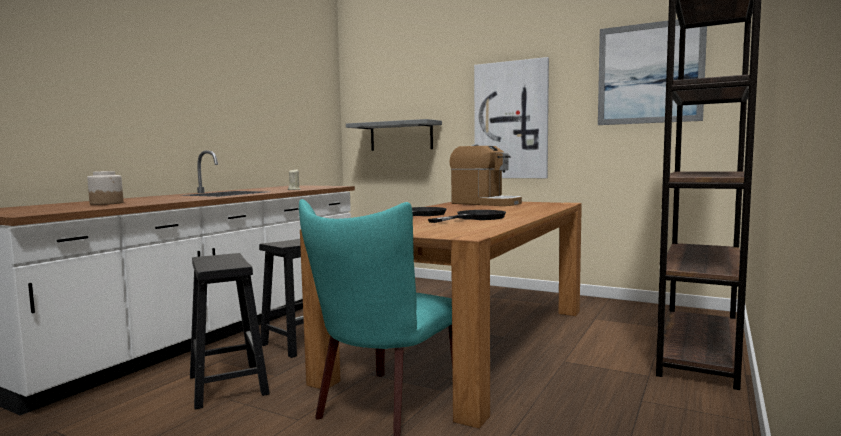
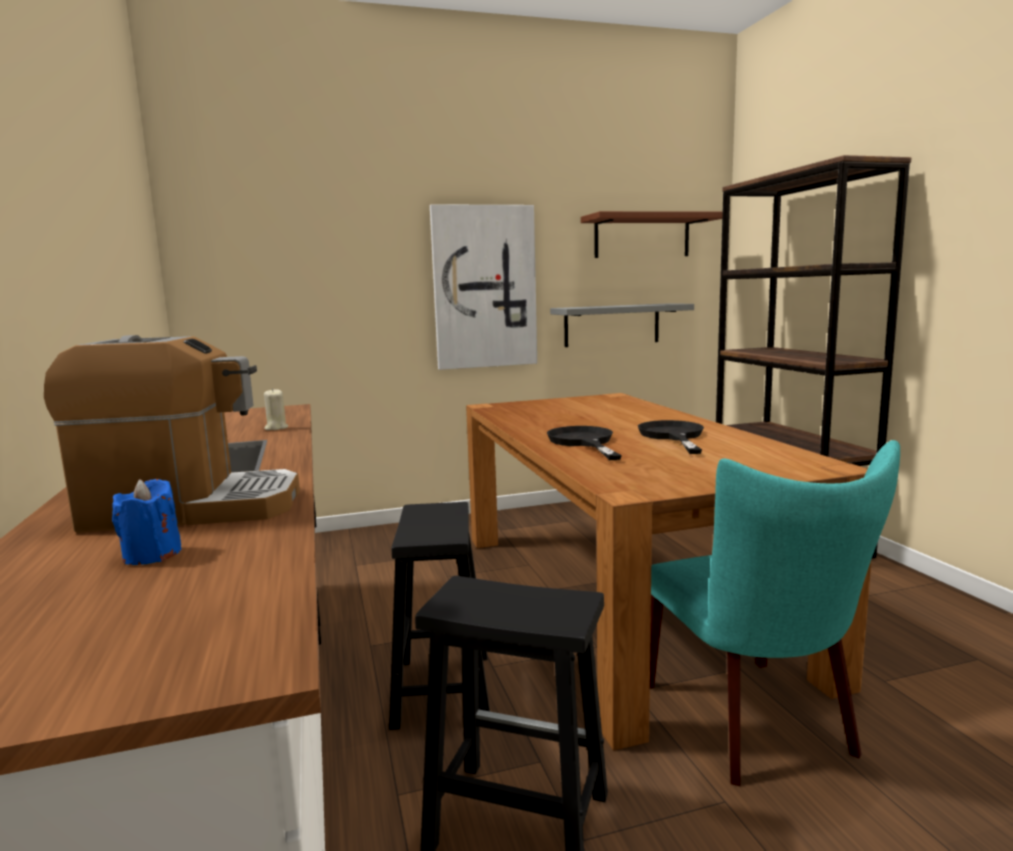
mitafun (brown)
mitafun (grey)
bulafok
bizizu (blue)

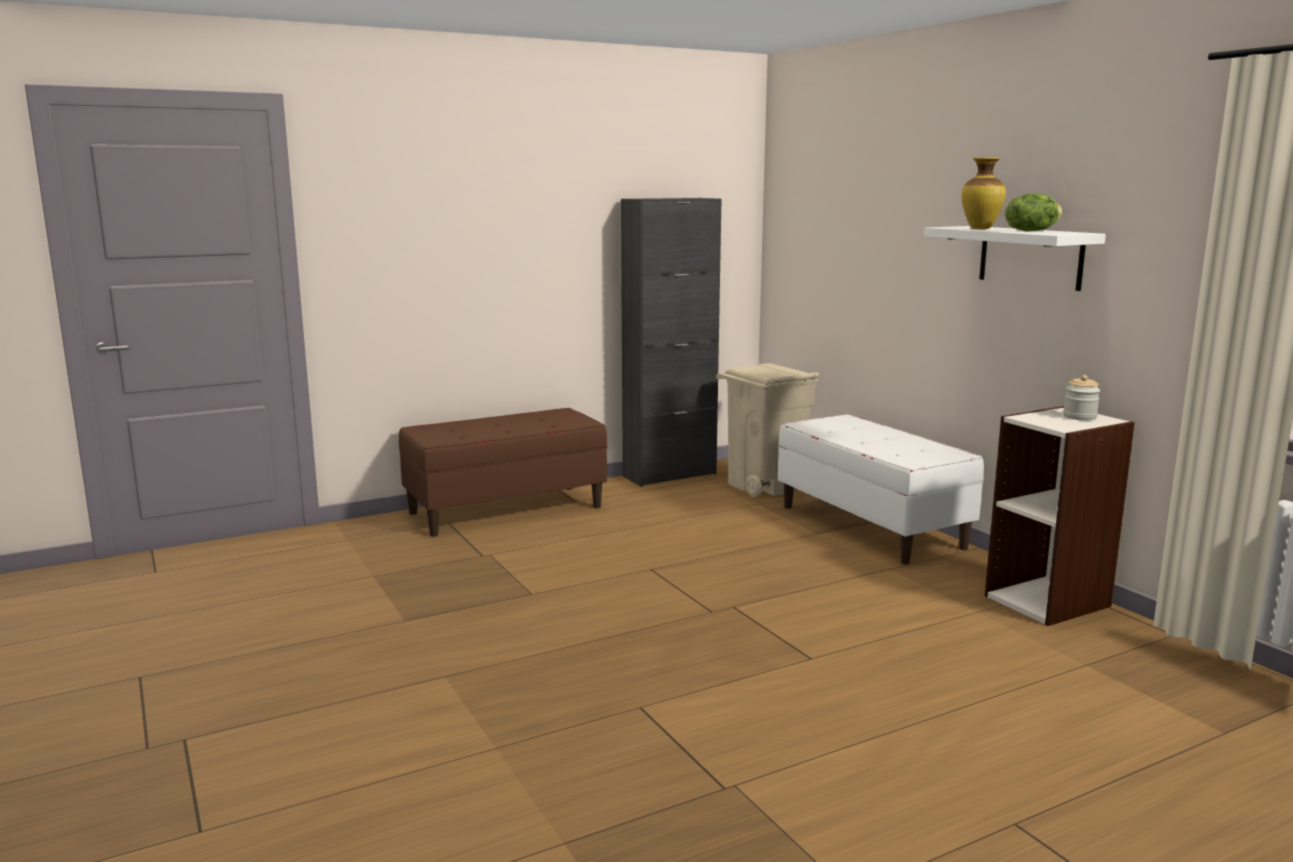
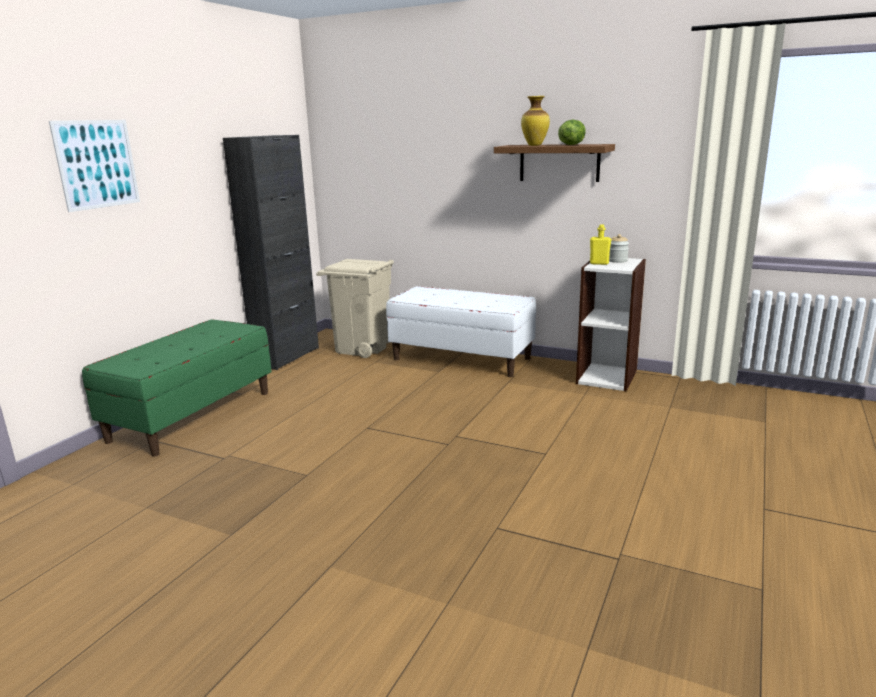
mitafun (brown)
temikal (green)
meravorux
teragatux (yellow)

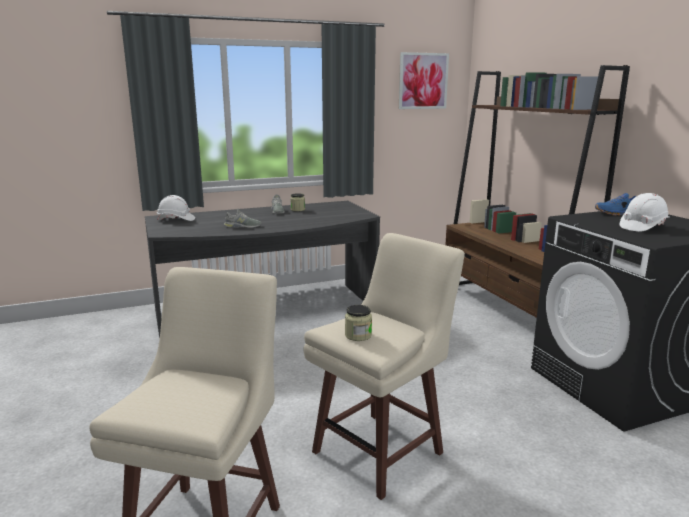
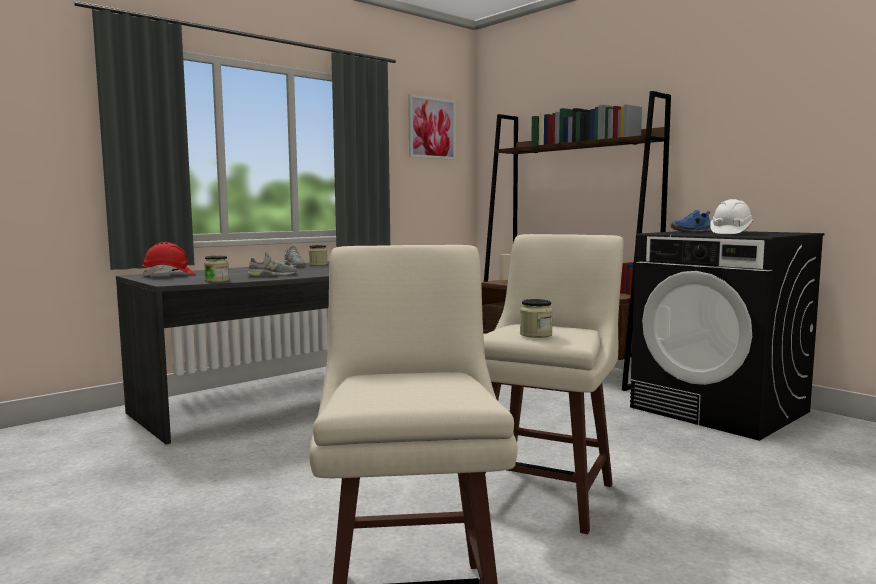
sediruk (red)
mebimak (1st from left)

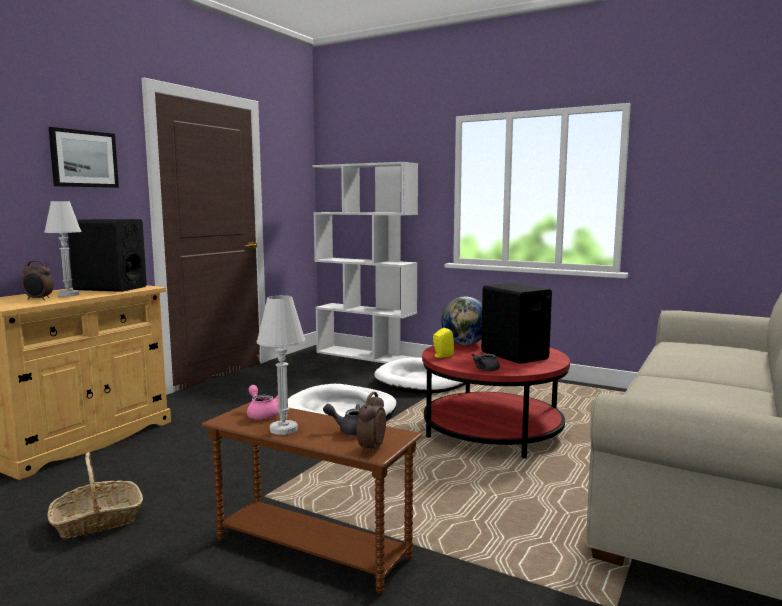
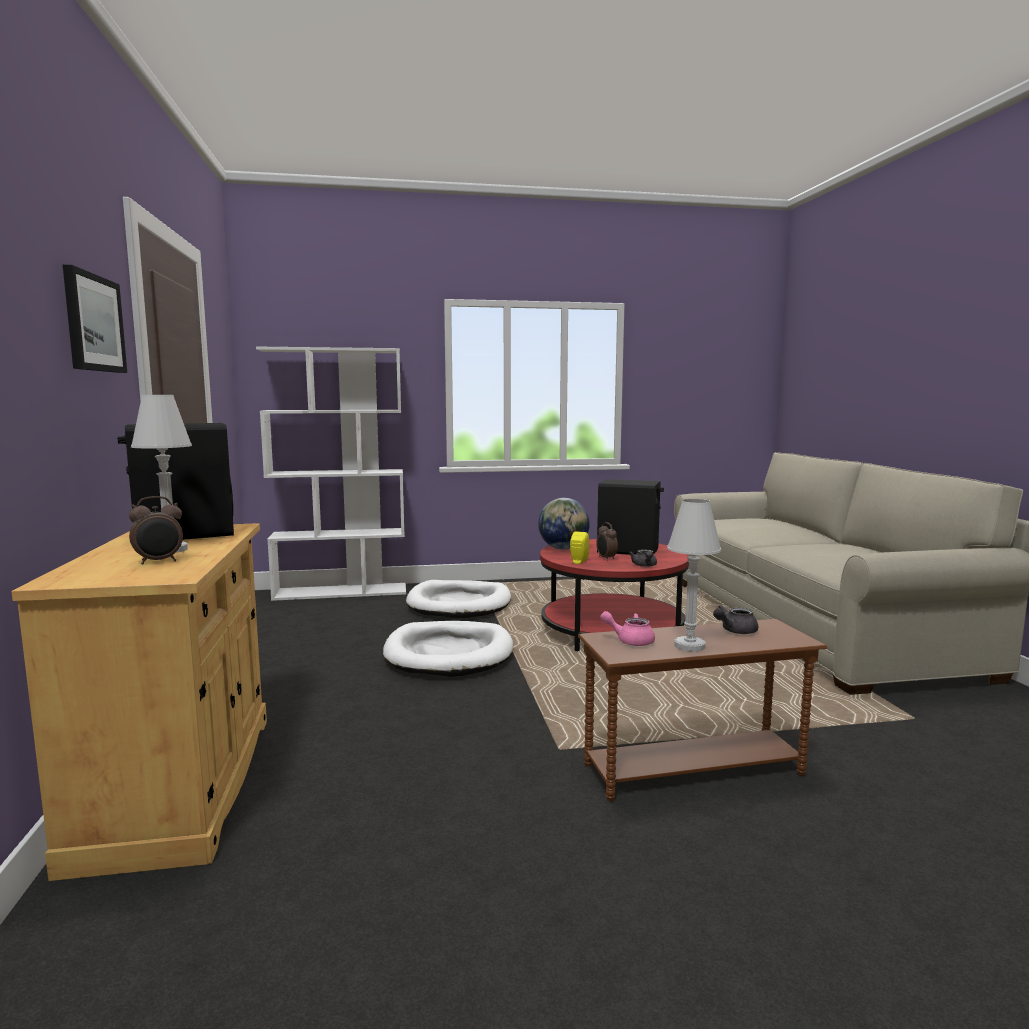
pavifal (2nd from left)
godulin

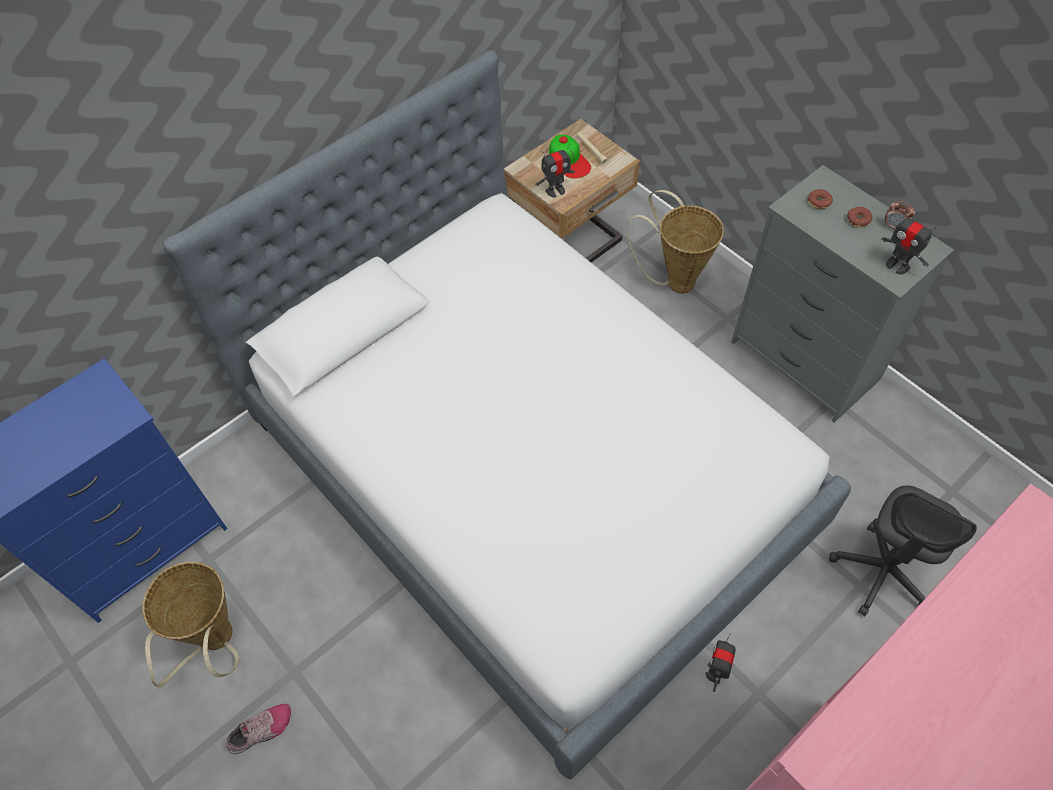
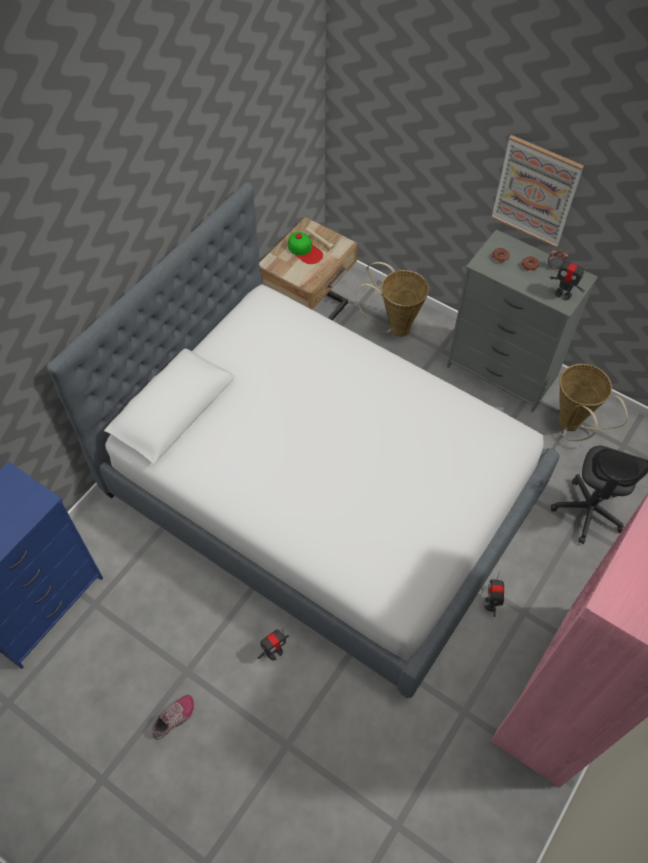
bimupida (1st from left)
godulin (2nd from left)
meravorux

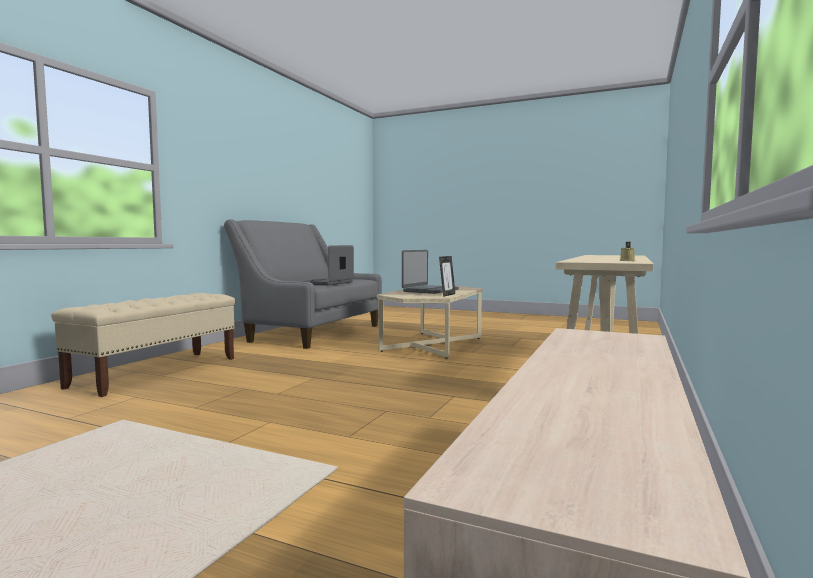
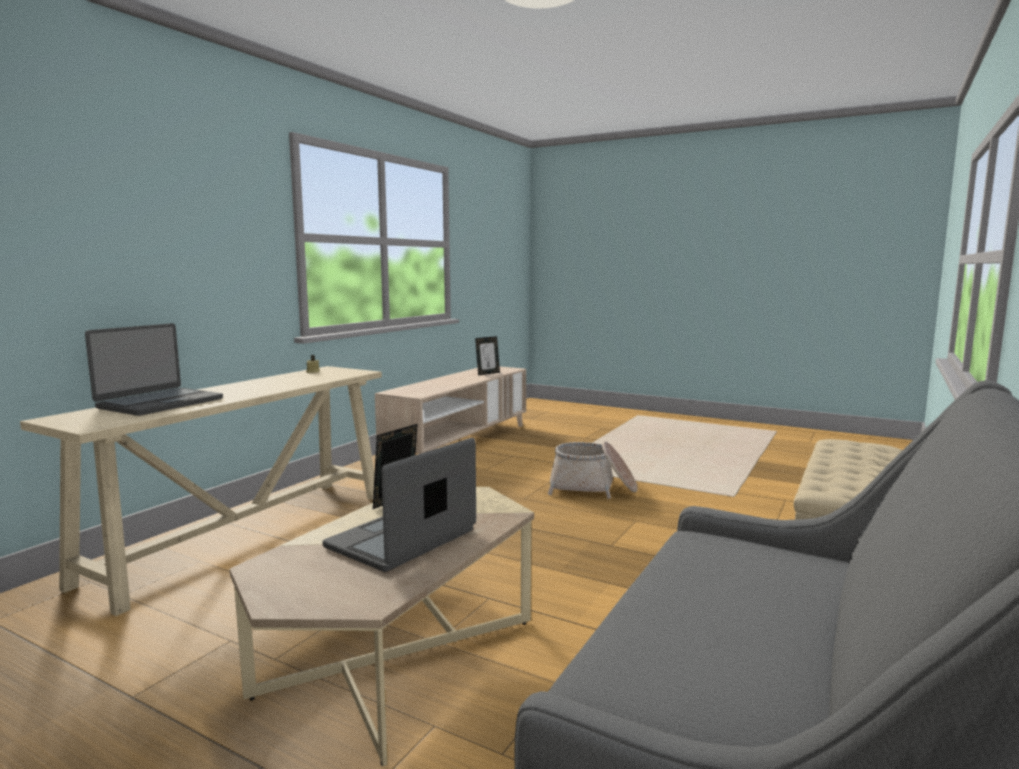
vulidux (1st from left)
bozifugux (2nd from left)
godulin

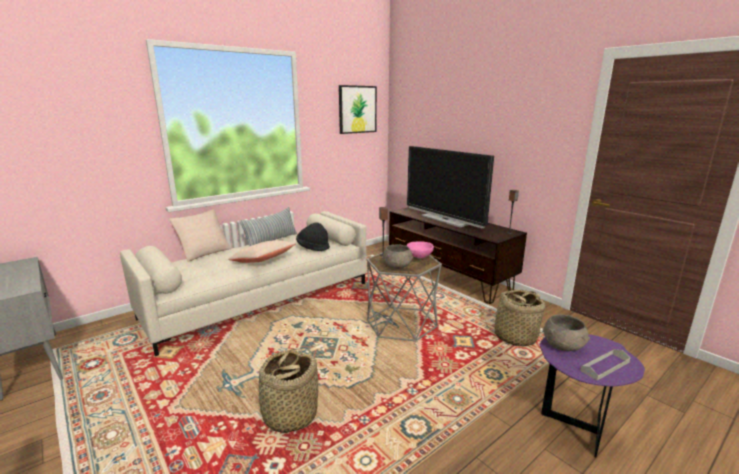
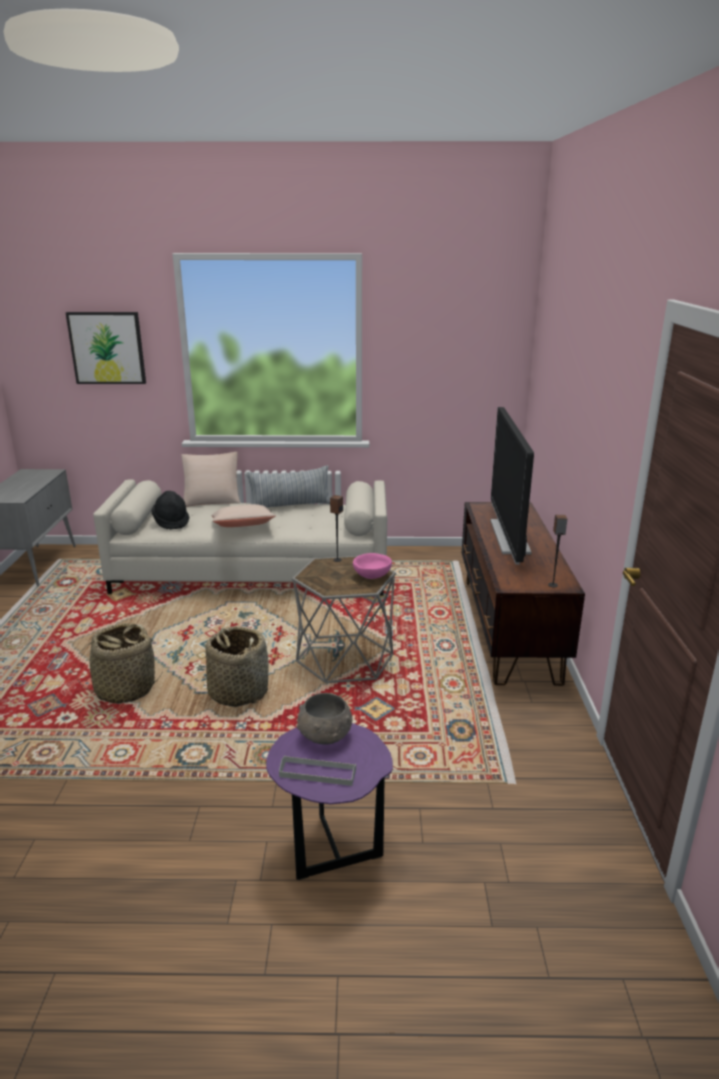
meravorux
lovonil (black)
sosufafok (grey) (1st from left in the first image)
godulin (2nd from left)

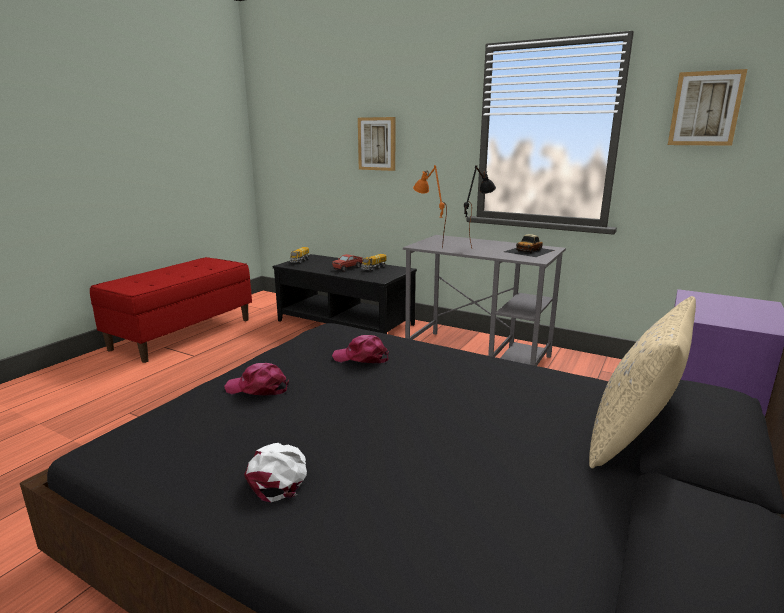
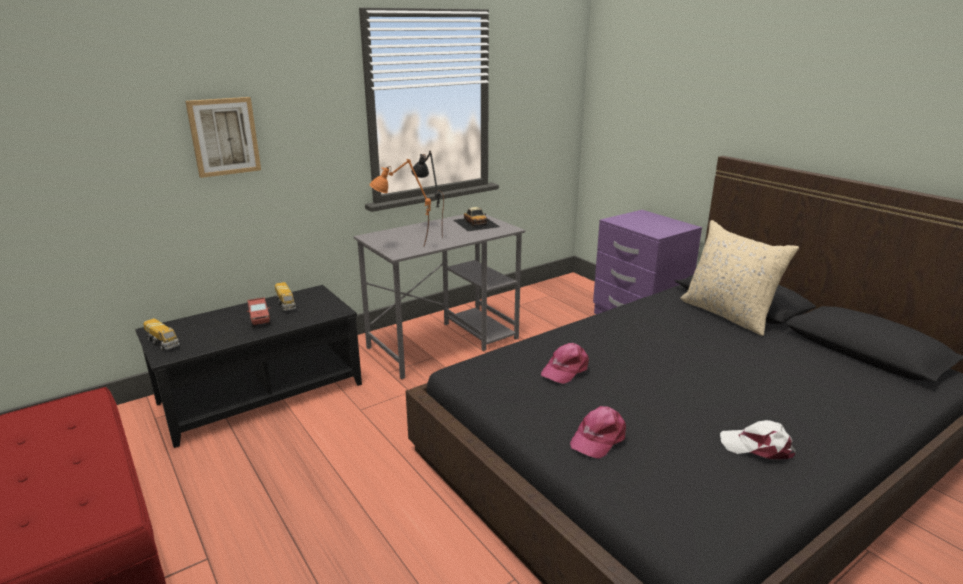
meravorux (2nd from left in the first image)

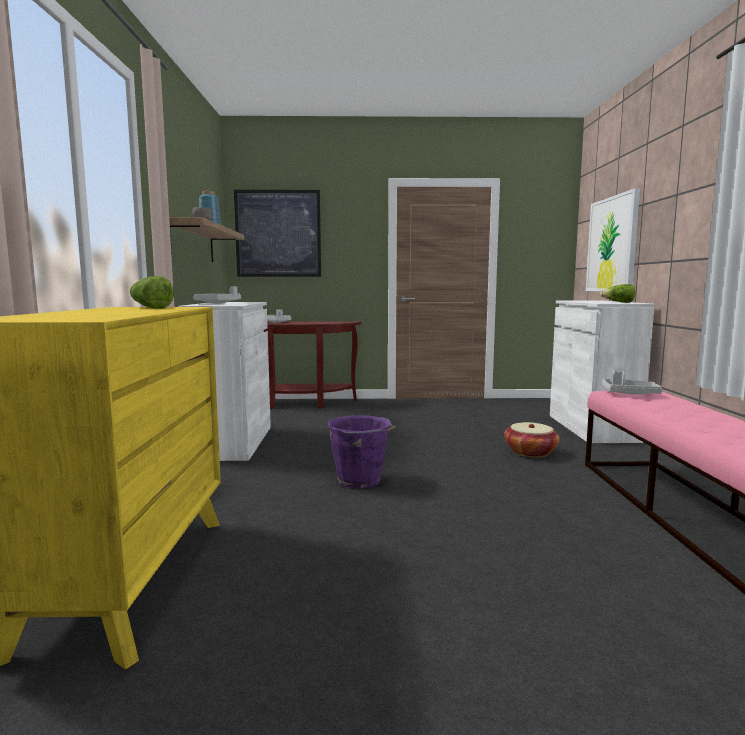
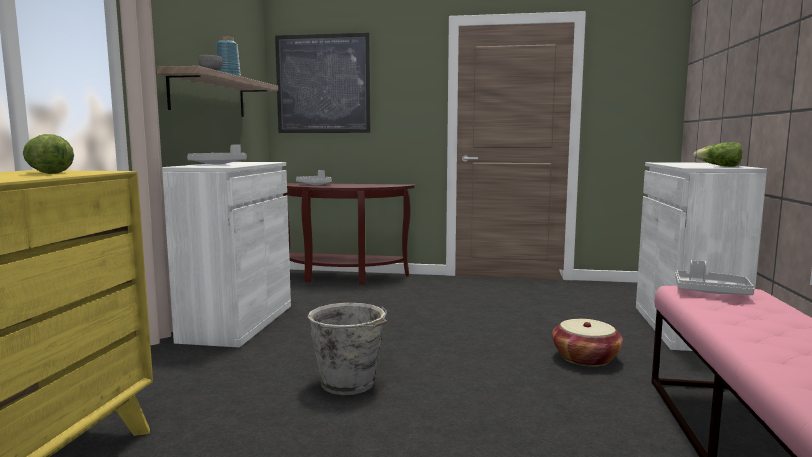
meravorux (2nd from left in the first image)
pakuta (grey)

